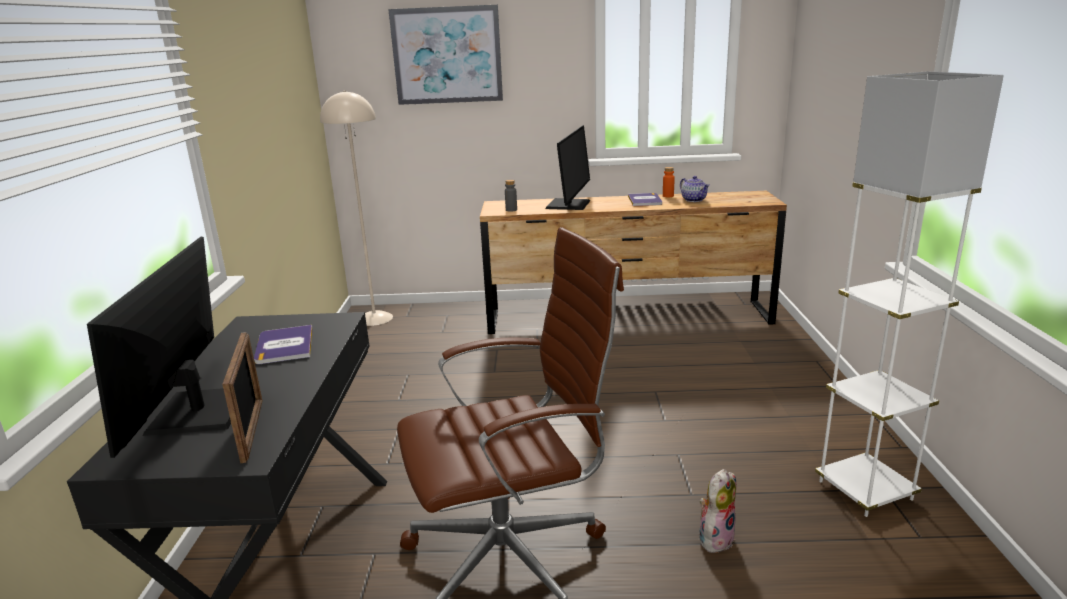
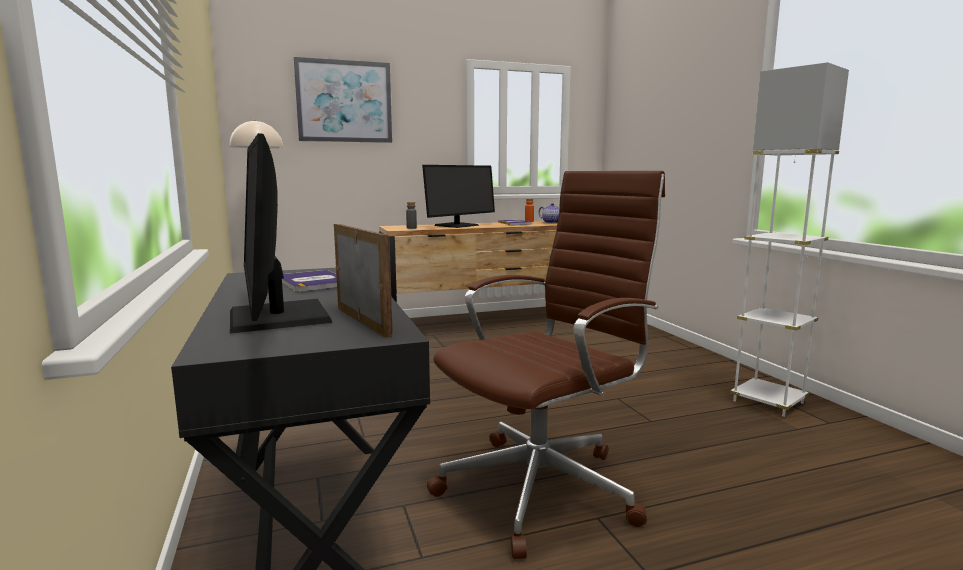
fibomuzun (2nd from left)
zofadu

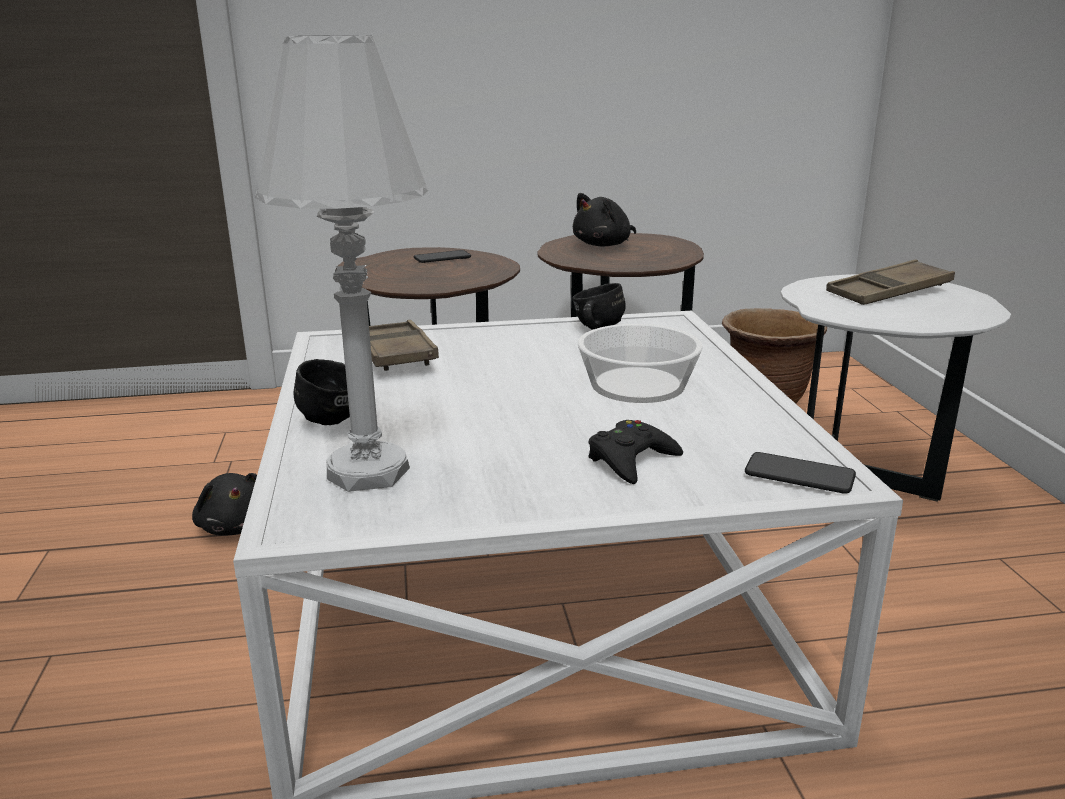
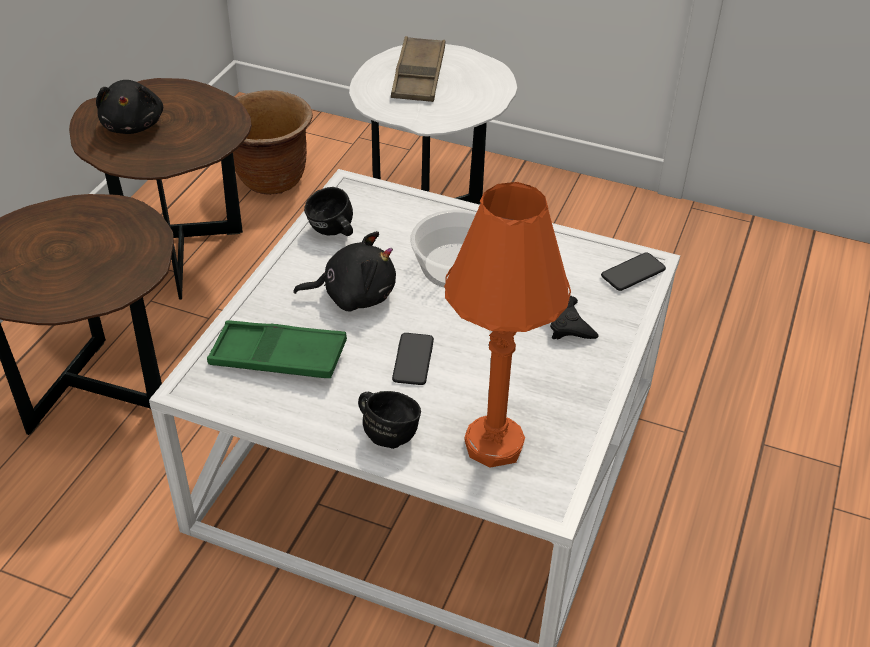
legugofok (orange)
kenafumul (1st from left)
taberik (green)
zofadu (black) (2nd from left)

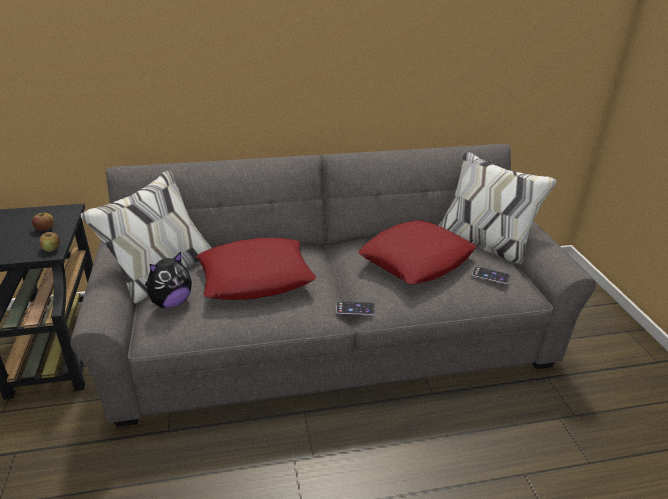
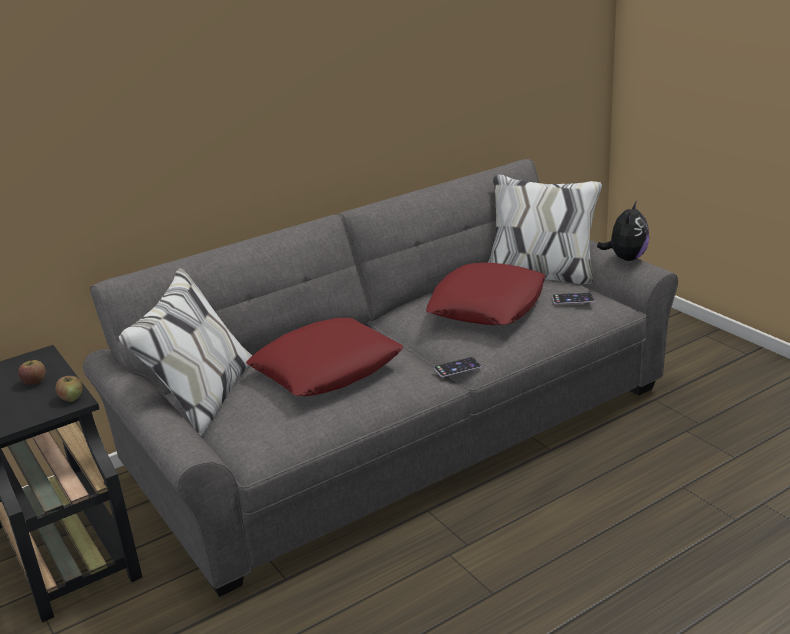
zofadu

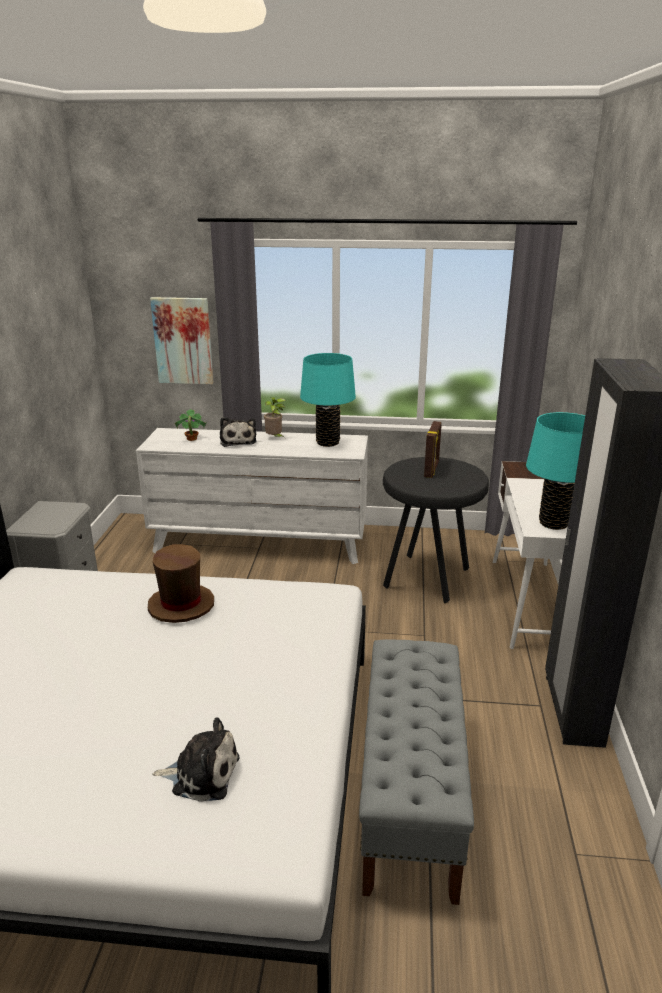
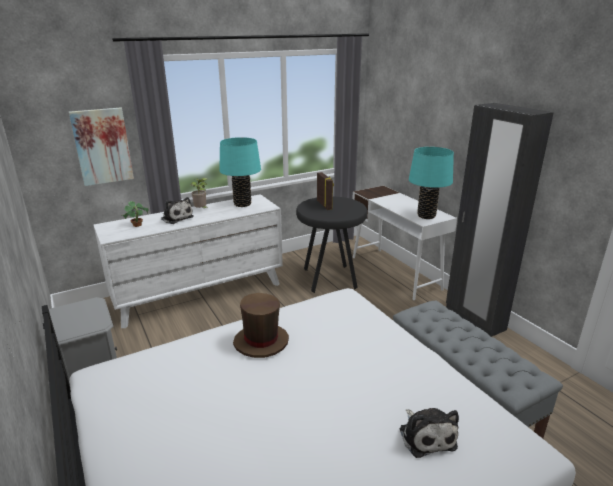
zofadu (2nd from left)

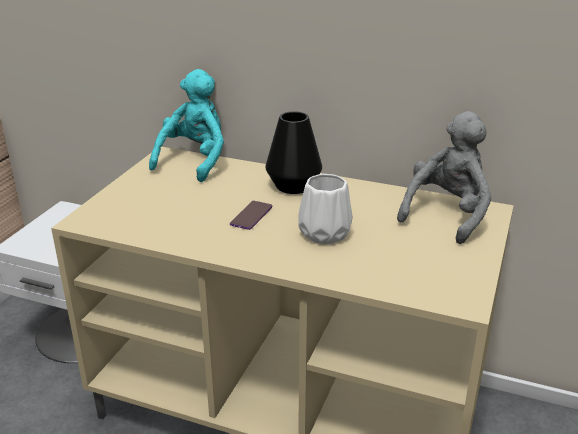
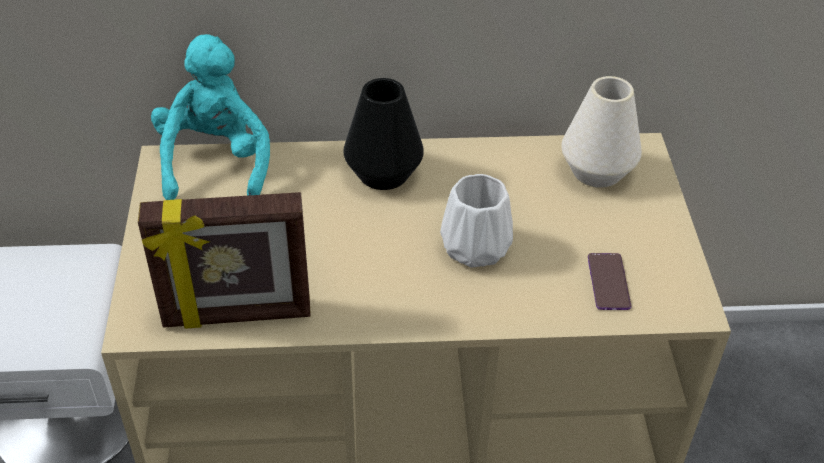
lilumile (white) (2nd from left)
kenafumul
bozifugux

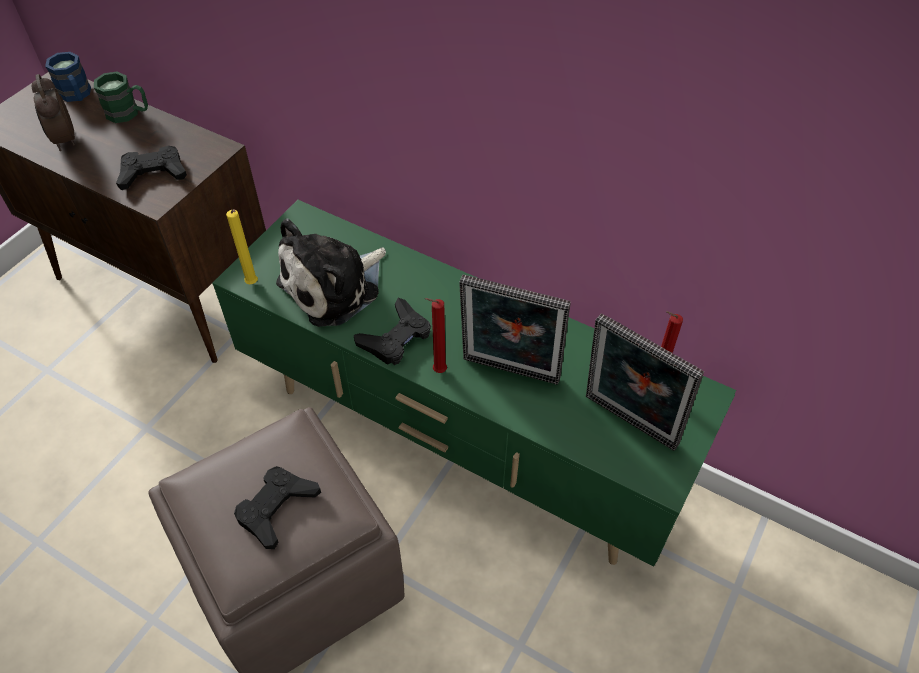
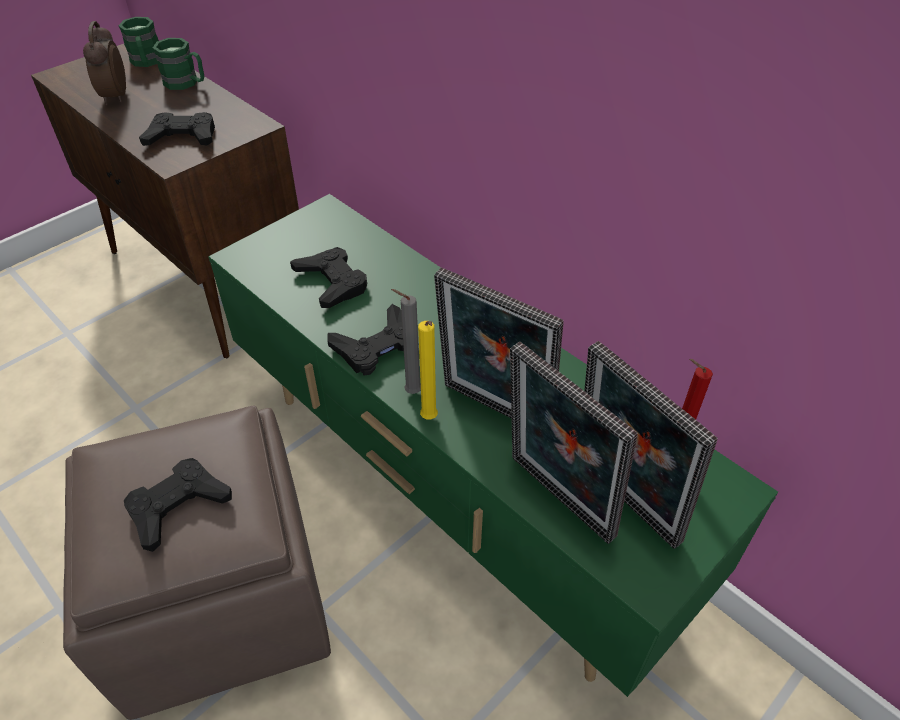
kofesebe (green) (1st from left)
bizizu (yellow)
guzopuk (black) (3rd from left)
bizizu (grey)
bozifugux (2nd from left)

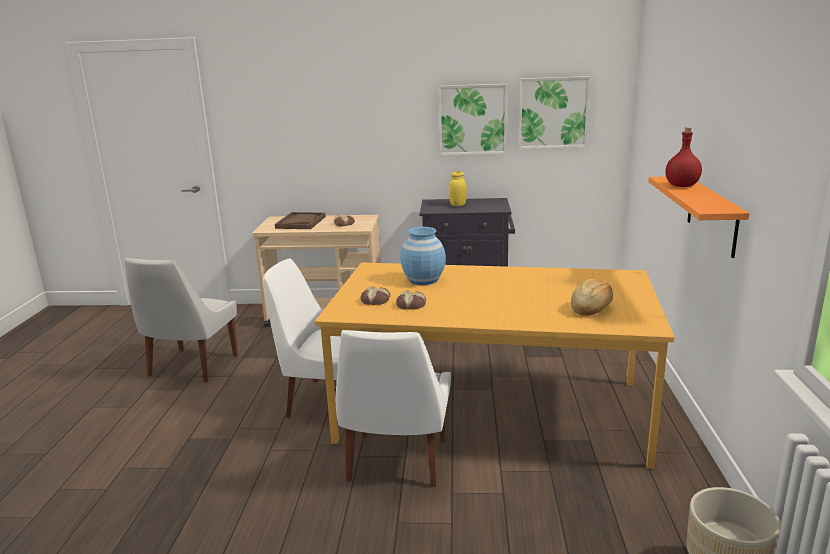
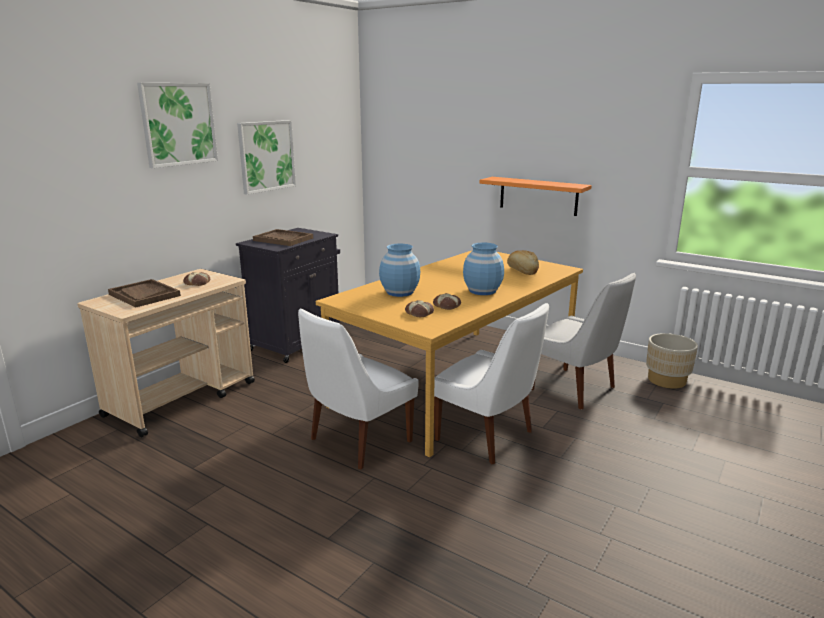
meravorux (1st from left)
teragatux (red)
taberik (brown) (2nd from left)
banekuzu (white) (3rd from left)
lilumile (blue) (2nd from left)

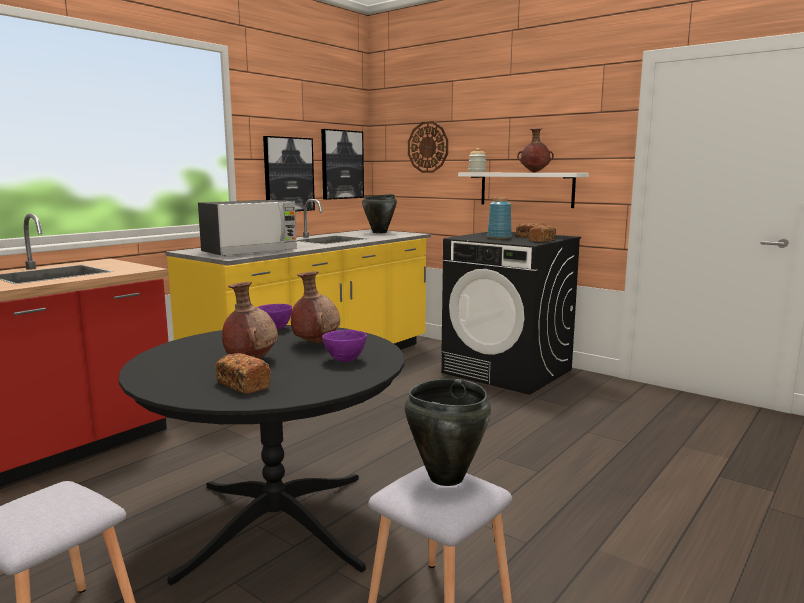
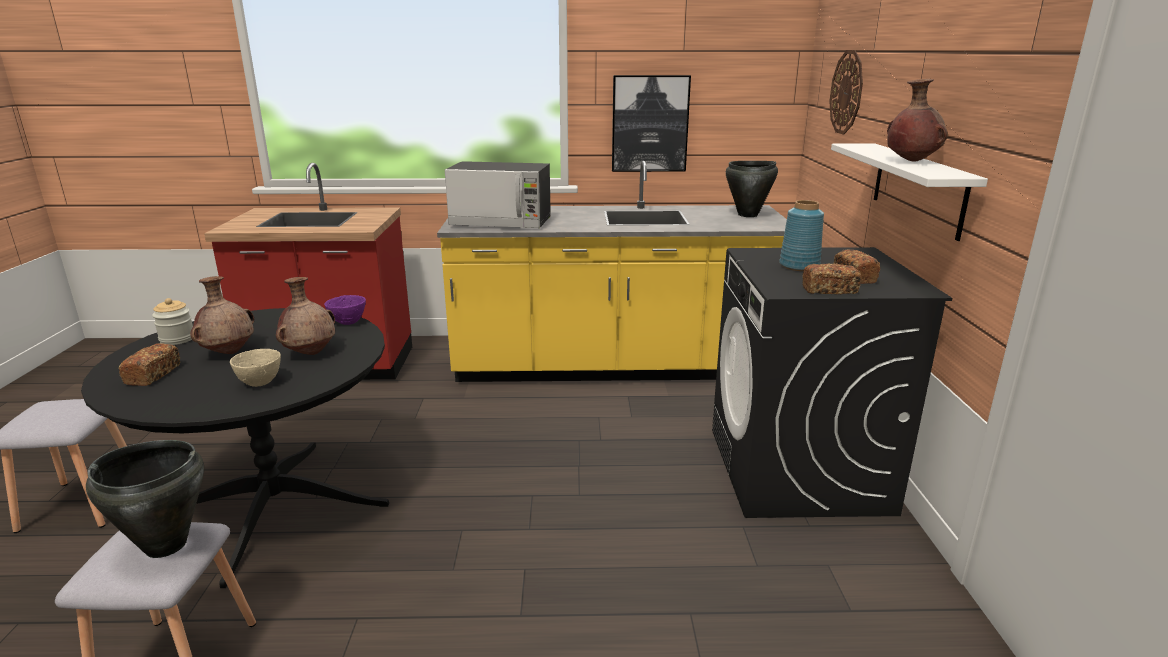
meravorux (2nd from left in the first image)
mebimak
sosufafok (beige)

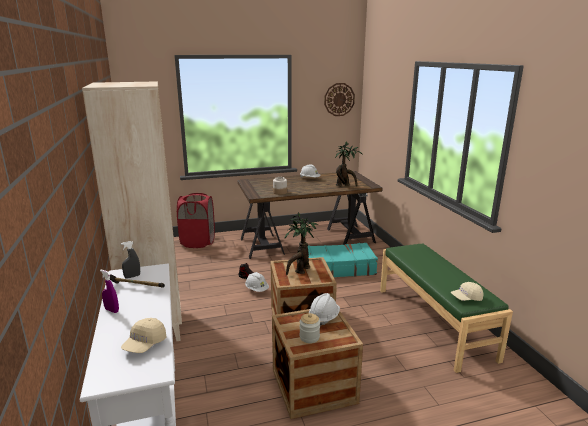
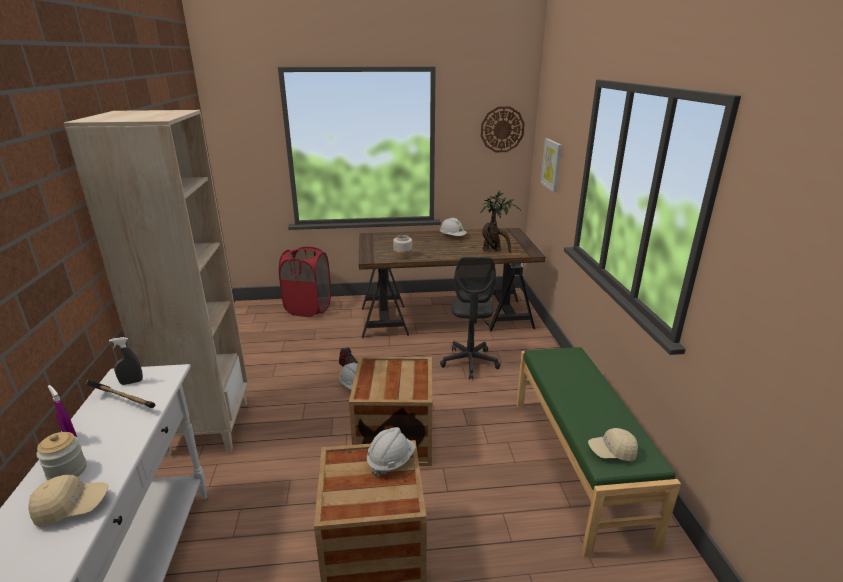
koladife (1st from left in the first image)
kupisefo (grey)
mebimak (1st from left)
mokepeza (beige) (1st from left)
meravorux

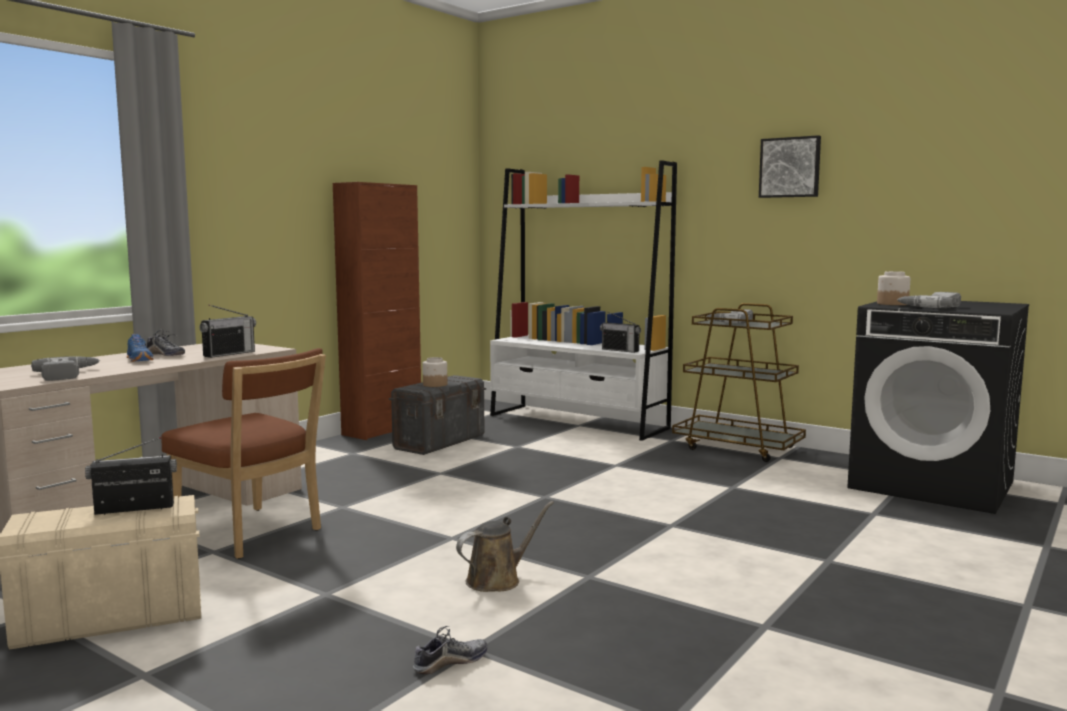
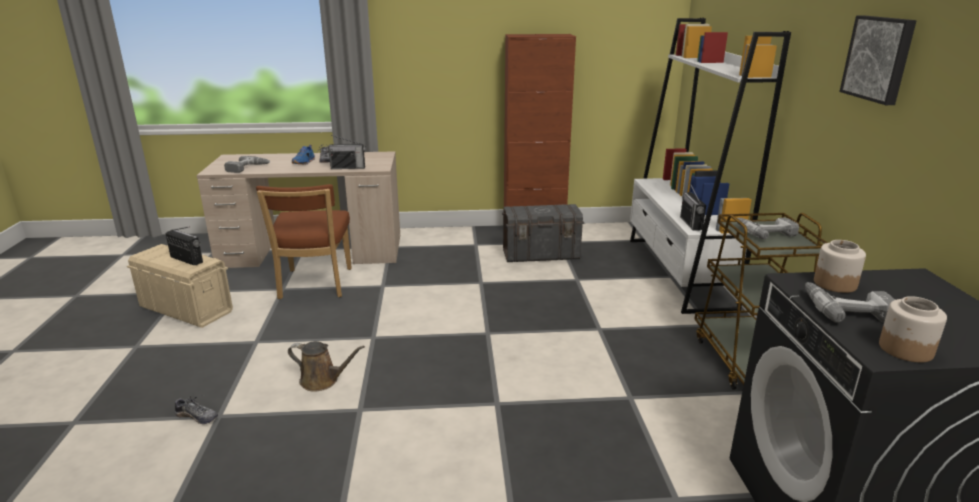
mebimak (2nd from left)

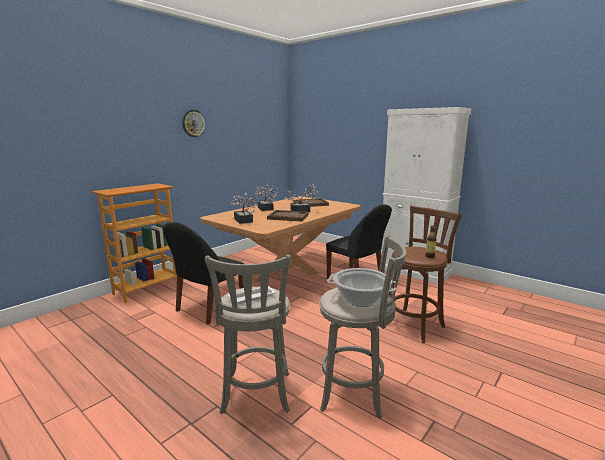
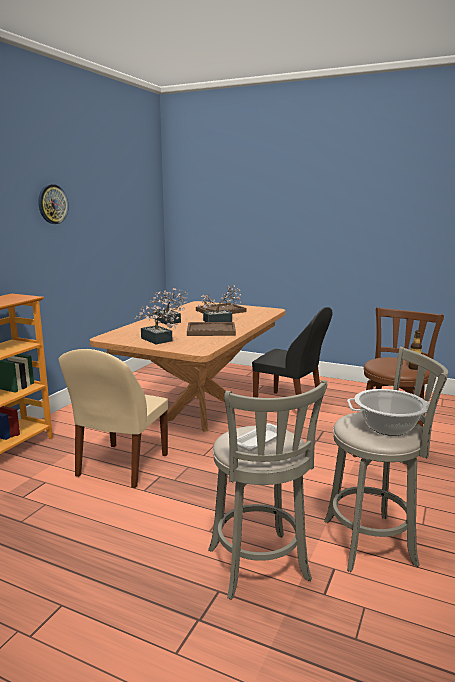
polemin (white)
banekuzu (beige)

